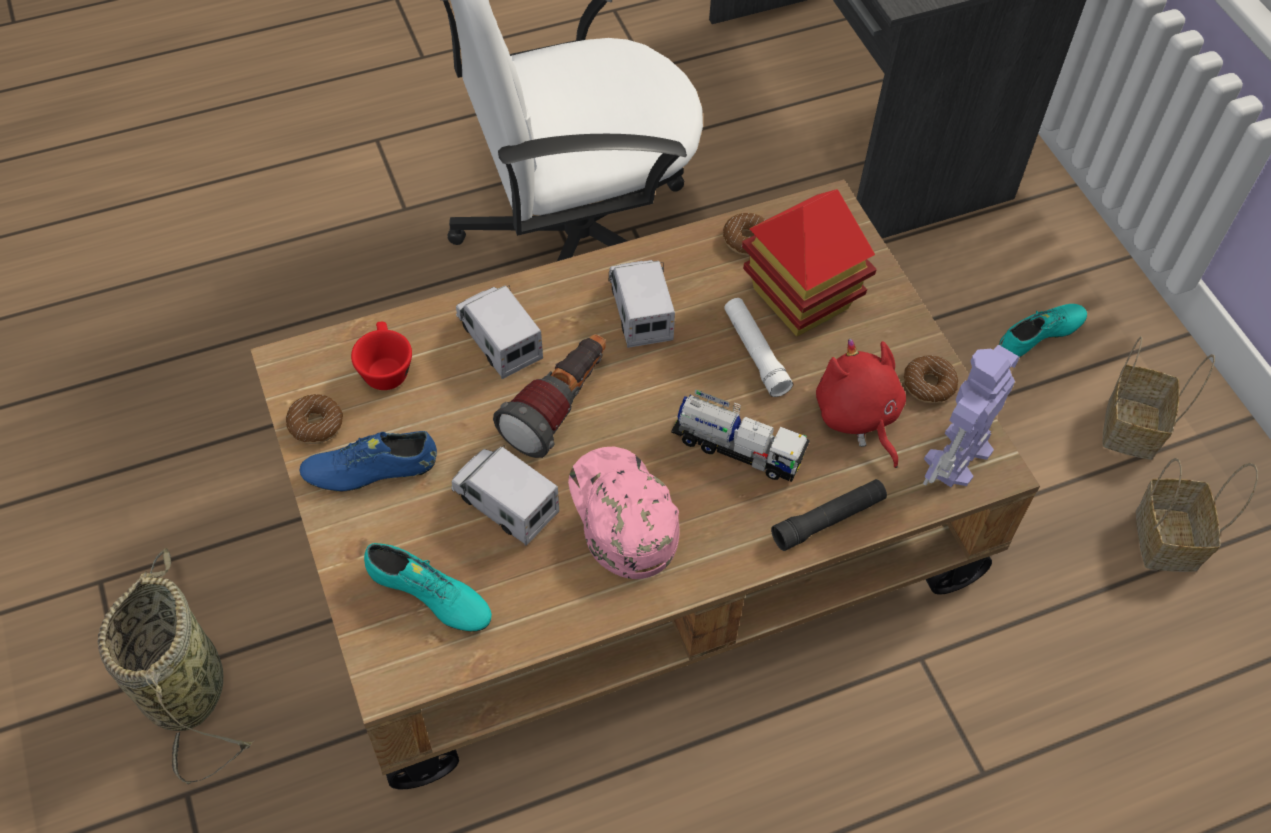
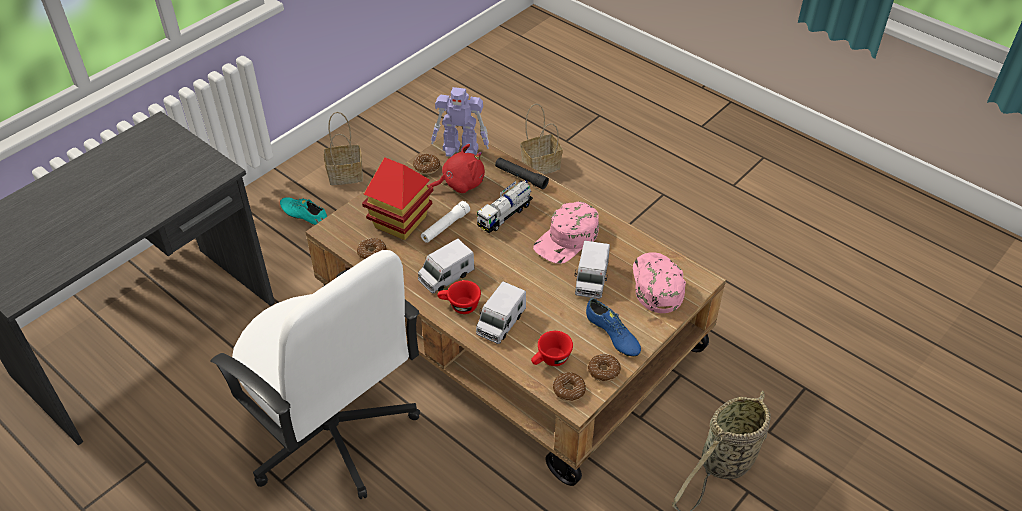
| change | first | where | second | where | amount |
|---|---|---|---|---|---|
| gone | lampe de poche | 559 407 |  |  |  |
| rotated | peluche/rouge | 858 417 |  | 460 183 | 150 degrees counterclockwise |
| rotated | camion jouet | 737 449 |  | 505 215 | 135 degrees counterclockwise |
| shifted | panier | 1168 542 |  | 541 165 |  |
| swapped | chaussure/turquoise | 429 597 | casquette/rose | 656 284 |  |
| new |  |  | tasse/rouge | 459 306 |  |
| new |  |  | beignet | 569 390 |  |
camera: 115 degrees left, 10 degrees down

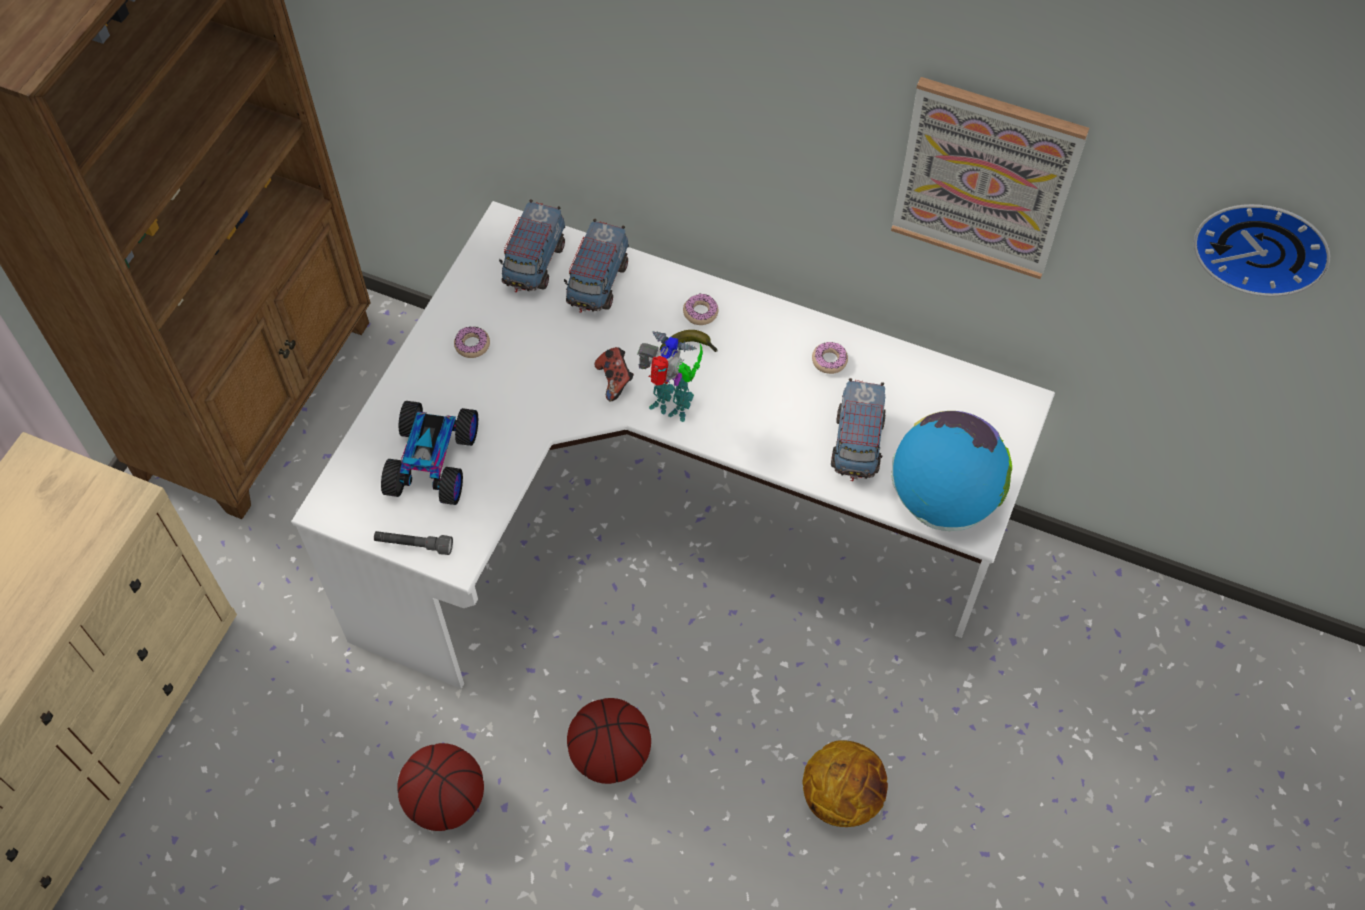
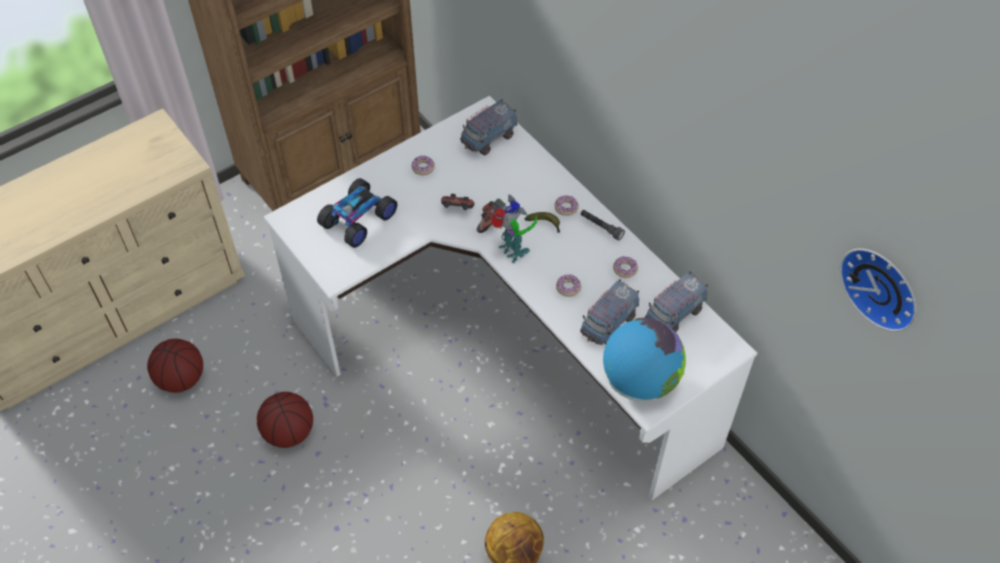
| change | first | where | second | where | amount |
|---|---|---|---|---|---|
| gone | tableau | 985 178 |  |  |  |
| shifted | camion jouet | 597 283 |  | 674 314 |  |
| shifted | lampe de poche/gris | 414 545 |  | 601 227 |  |
| shifted | ballon de basket | 611 755 |  | 181 379 |  |
| new |  |  | manette | 457 209 |  |
| new |  |  | beignet | 568 287 |  |
camera: 30 degrees right, 5 degrees down

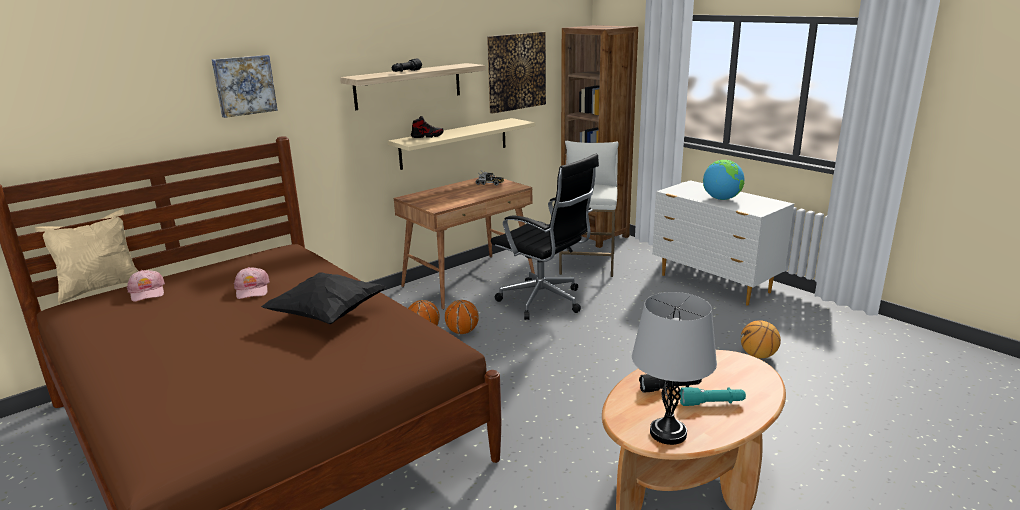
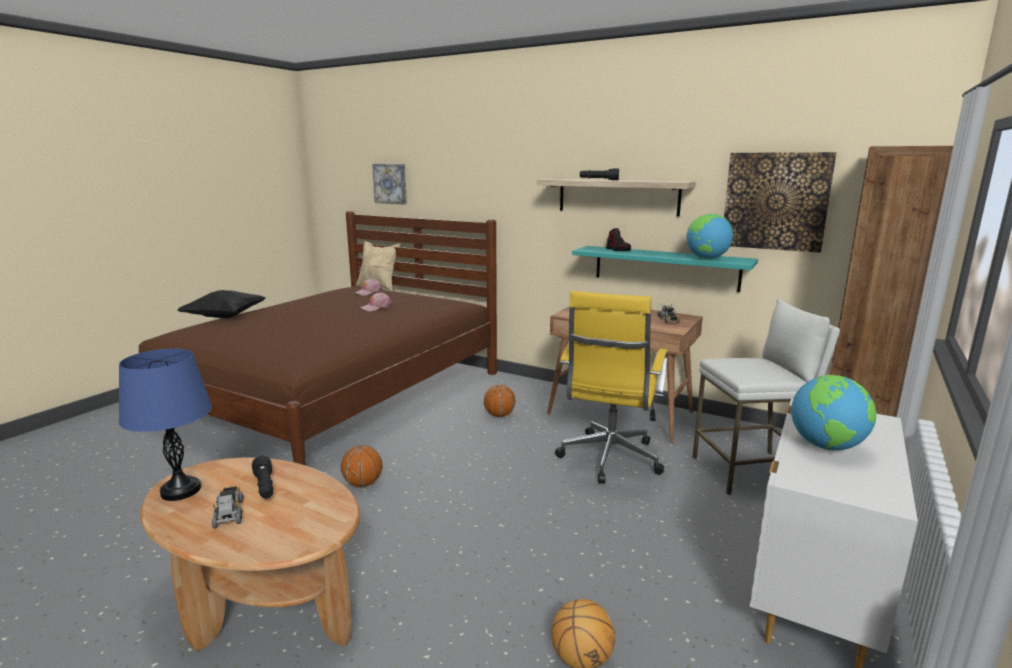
| change | first | where | second | where | amount |
|---|---|---|---|---|---|
| shifted | tableau | 244 85 |  | 391 183 |  |
| repainted | étagère/beige | 454 143 | étagère/turquoise | 665 268 |  |
| repainted | chaise de bureau/noir | 545 302 | chaise de bureau/jaune | 609 460 |  |
| shifted | coussin/noir | 327 315 |  | 225 317 |  |
| repainted | lampe de table/gris | 668 433 | lampe de table/bleu | 180 491 |  |
| shifted | ballon de basket | 462 332 |  | 363 484 |  |
| swapped | lampe de poche/turquoise | 712 403 | camion jouet | 229 512 |  |
| new |  |  | globe | 706 258 |  |
camera: 70 degrees right, 5 degrees down

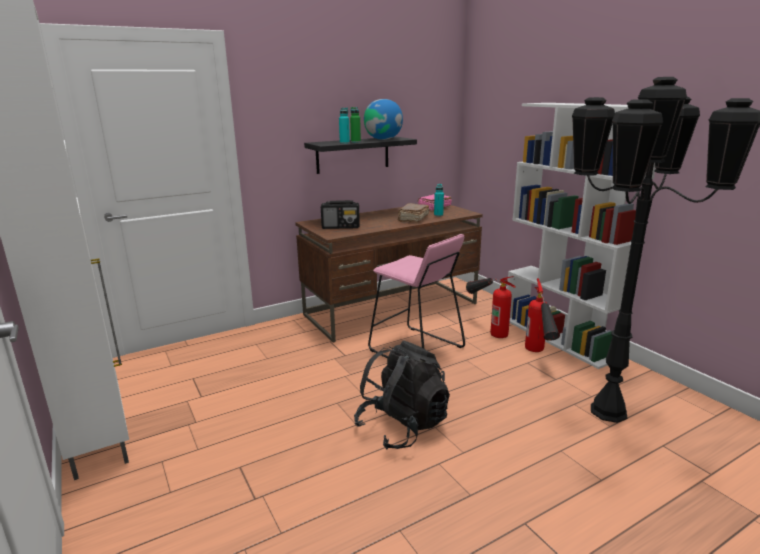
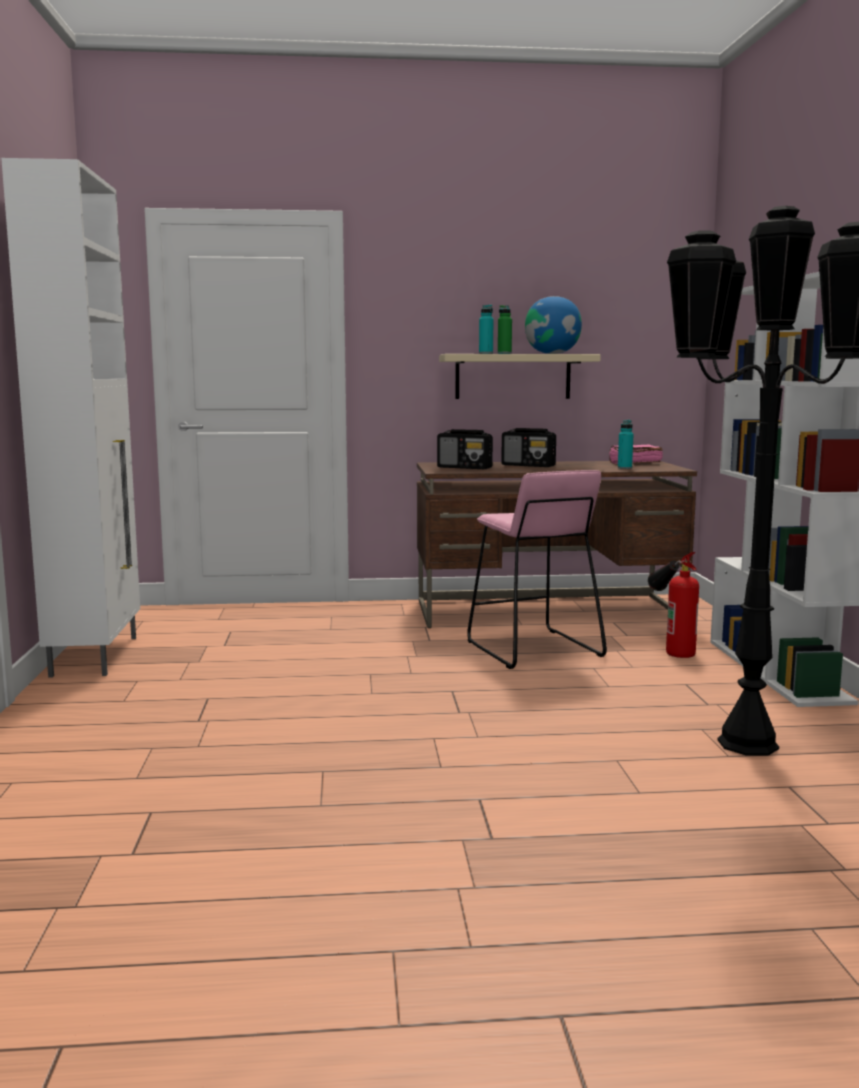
| change | first | where | second | where | amount |
|---|---|---|---|---|---|
| repainted | étagère/noir | 353 154 | étagère/beige | 513 376 |  |
| gone | livre/marron | 413 219 |  |  |  |
| gone | extincteur | 538 356 |  |  |  |
| gone | sac à dos/noir | 402 426 |  |  |  |
| new |  |  | radio | 528 465 |  |
camera: 25 degrees right, 10 degrees down

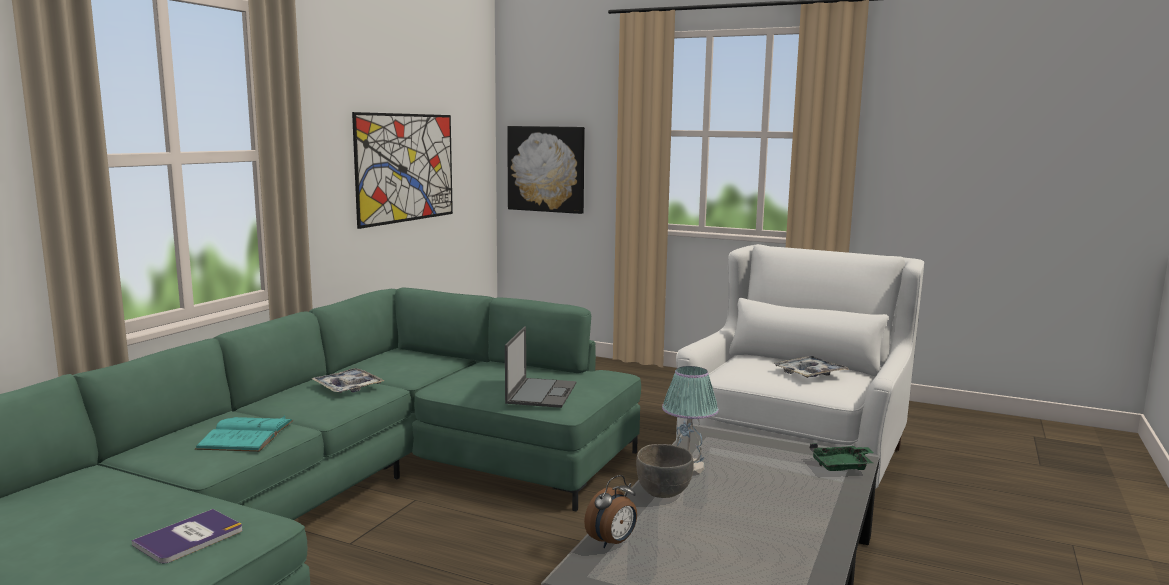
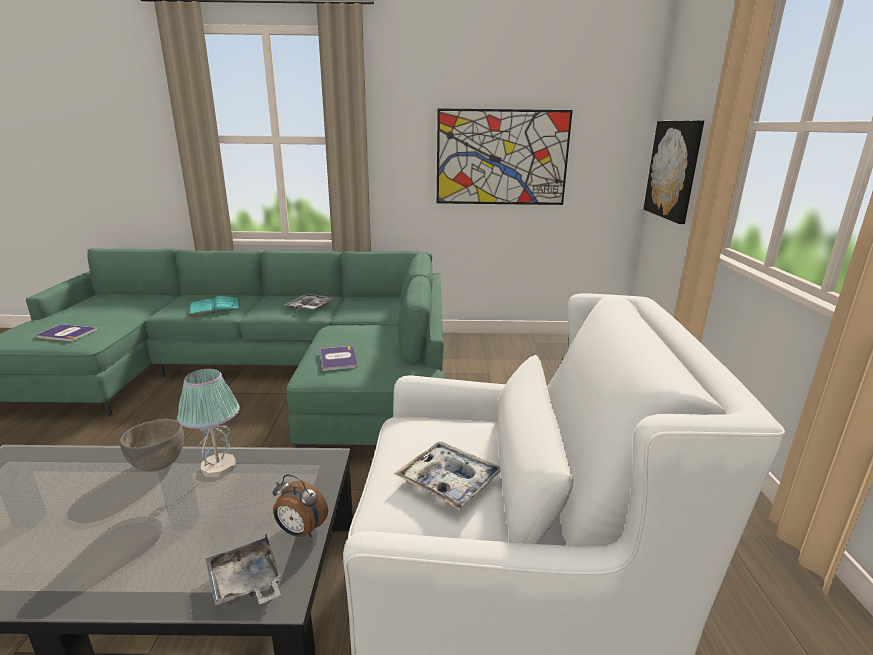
| change | first | where | second | where | amount |
|---|---|---|---|---|---|
| swapped | ordinateur portable | 541 393 | livre | 338 359 |  |
| repainted | plateau/vert | 842 466 | plateau/gris | 246 583 |  |
| shifted | réveil | 612 542 |  | 300 531 |  |
camera: 65 degrees right, 10 degrees up

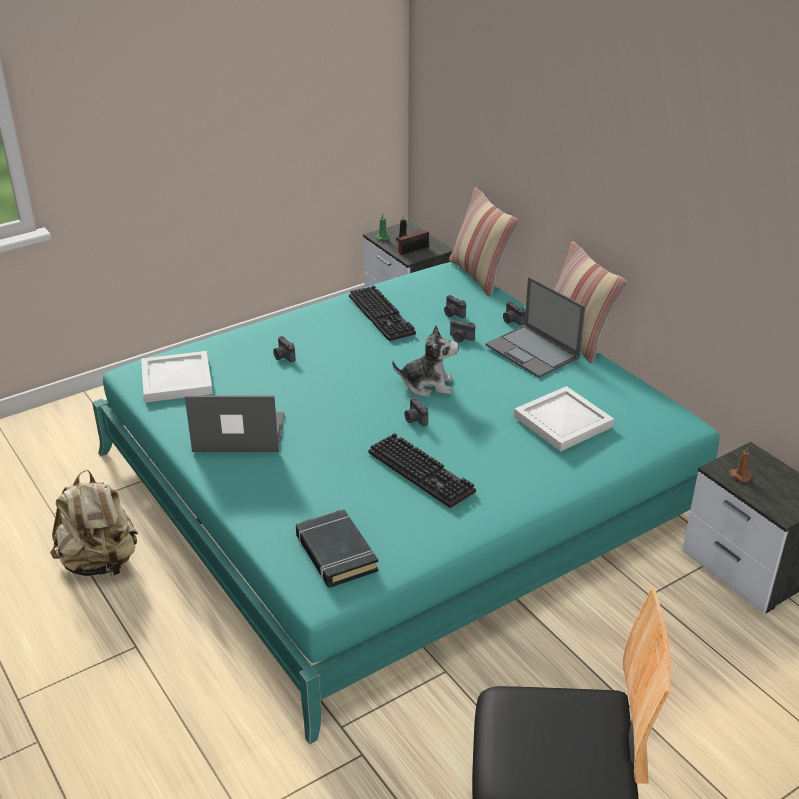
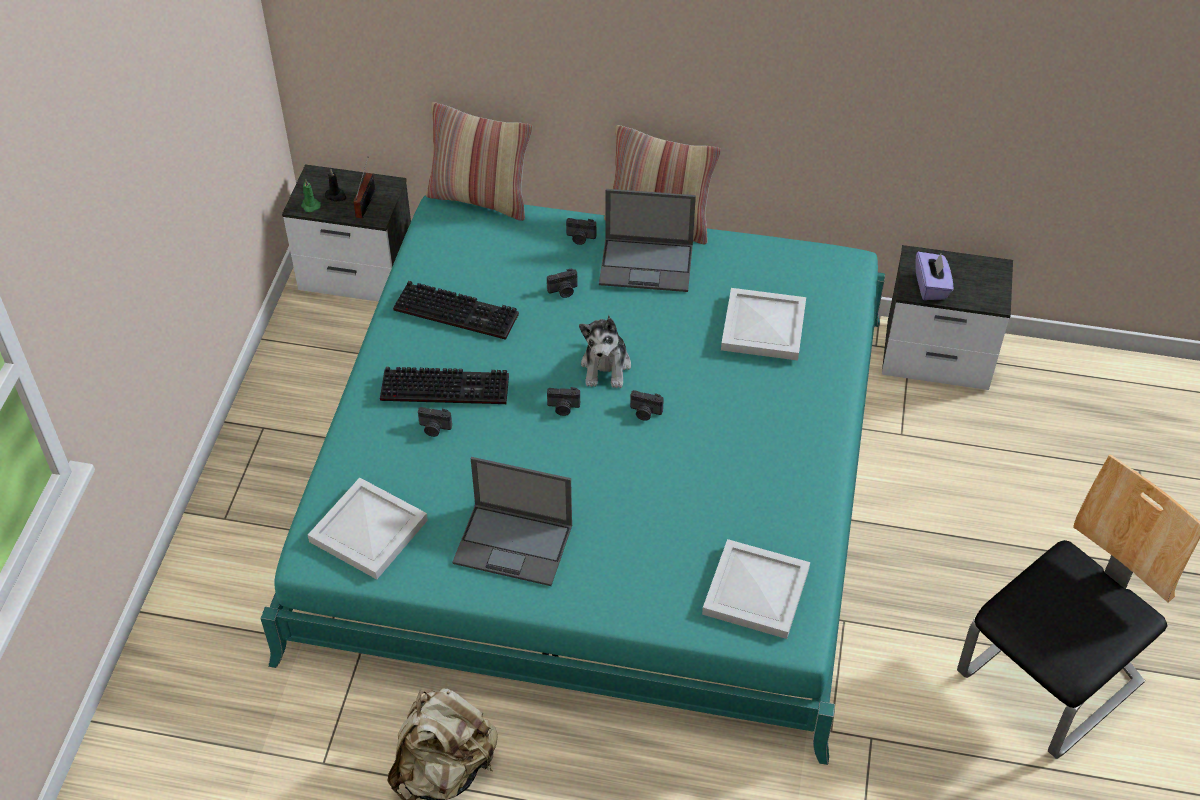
| change | first | where | second | where | amount |
|---|---|---|---|---|---|
| shifted | appareil photo | 453 314 |  | 563 408 |  |
| rotated | peluche | 427 385 |  | 606 366 | 135 degrees clockwise |
| rotated | ordinateur portable | 237 433 |  | 514 544 | 120 degrees counterclockwise |
| shifted | clavier | 424 472 |  | 447 386 |  |
| swapped | bougie/marron | 739 476 | boîte à mouchoirs/violet | 931 286 |  |
| swapped | livre/noir | 335 553 | plateau/blanc | 757 593 |  |
camera: 45 degrees left, 15 degrees up

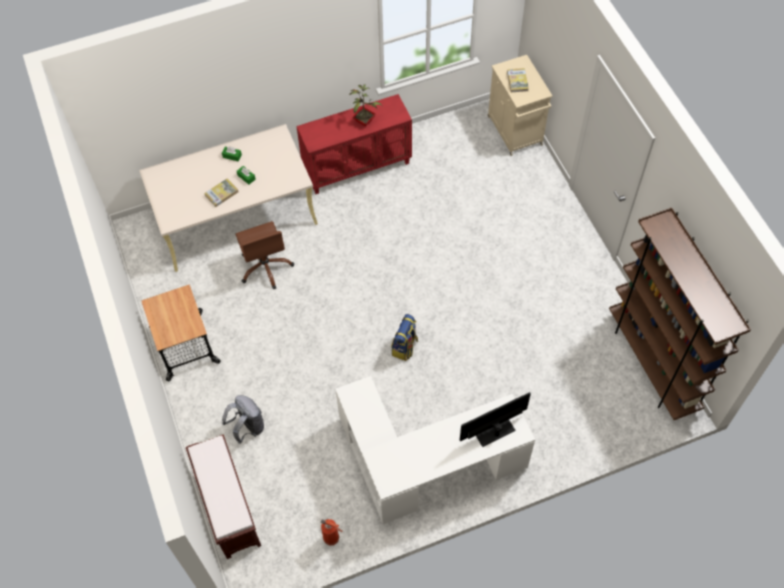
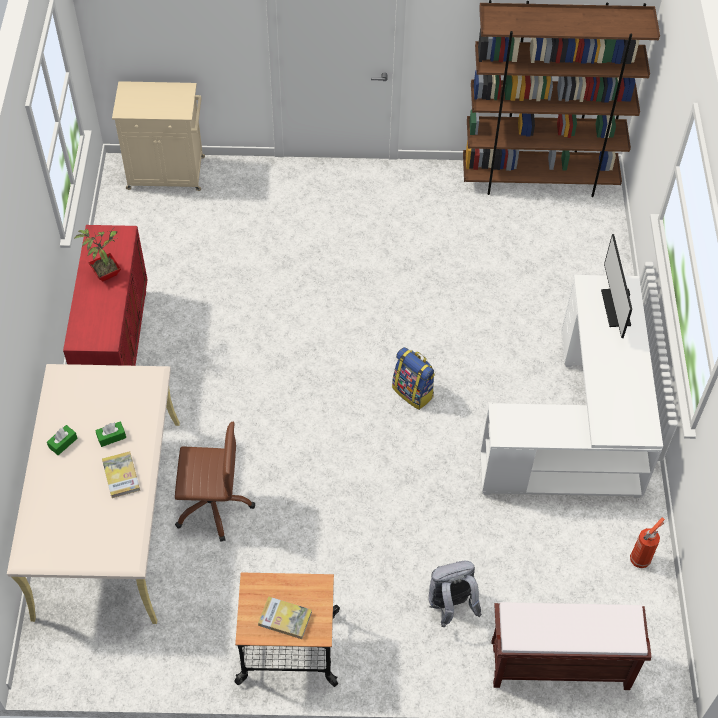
| change | first | where | second | where | amount |
|---|---|---|---|---|---|
| shifted | livre | 517 81 |  | 285 619 |  |
camera: 70 degrees left, 5 degrees down

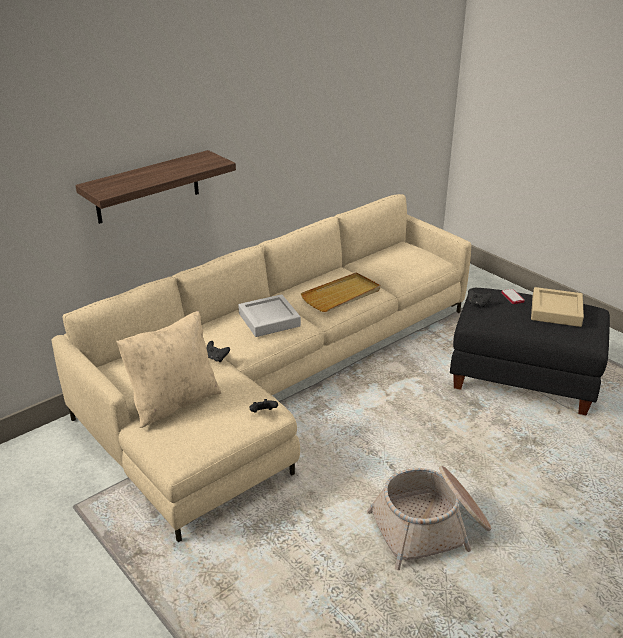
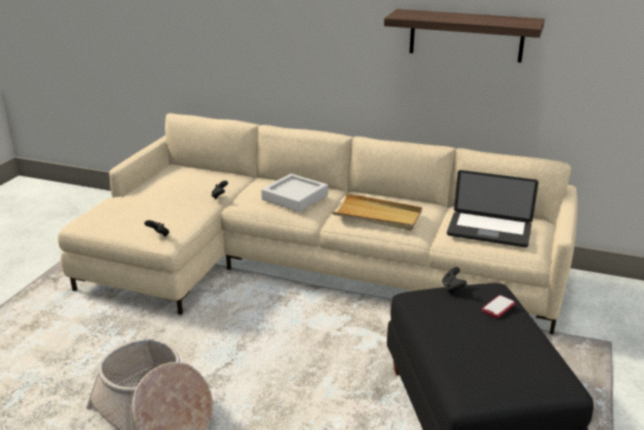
| change | first | where | second | where | amount |
|---|---|---|---|---|---|
| shifted | étagère | 147 187 |  | 466 35 |  |
| gone | plateau/beige | 556 311 |  |  |  |
| gone | coussin/beige | 174 402 |  |  |  |
| new |  |  | ordinateur portable | 489 231 |  |
camera: 60 degrees right, 5 degrees down

